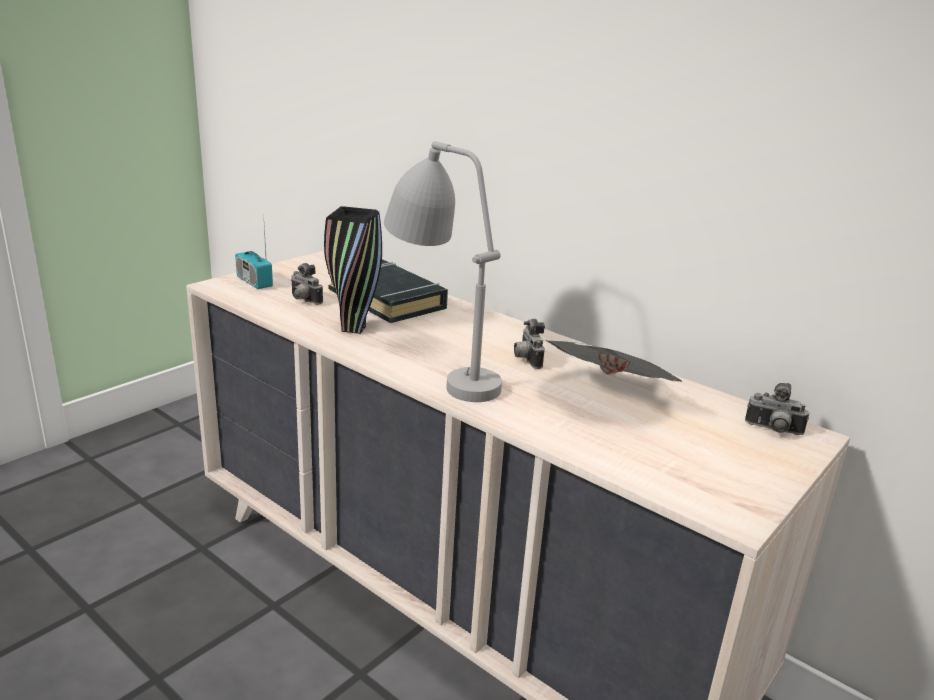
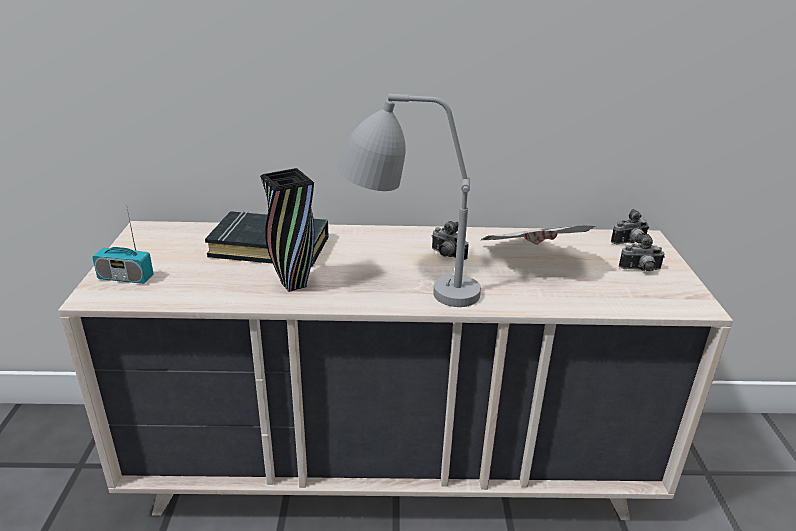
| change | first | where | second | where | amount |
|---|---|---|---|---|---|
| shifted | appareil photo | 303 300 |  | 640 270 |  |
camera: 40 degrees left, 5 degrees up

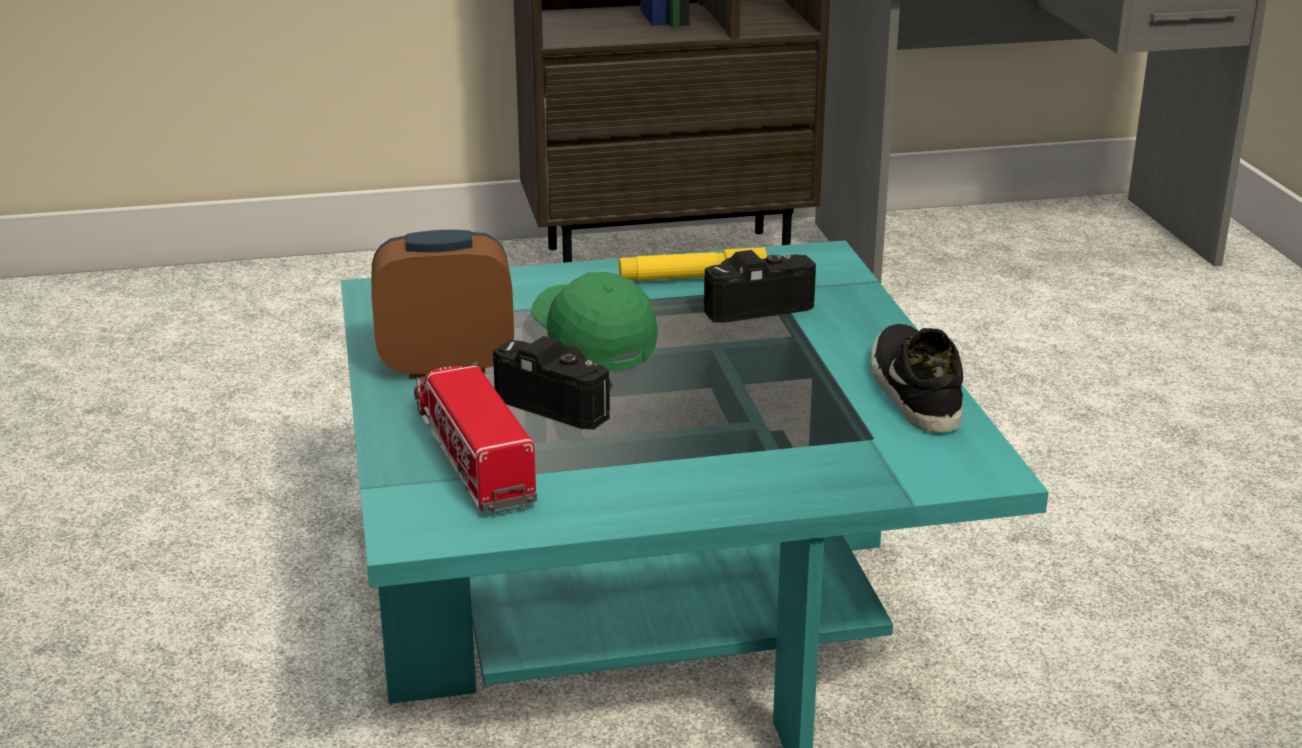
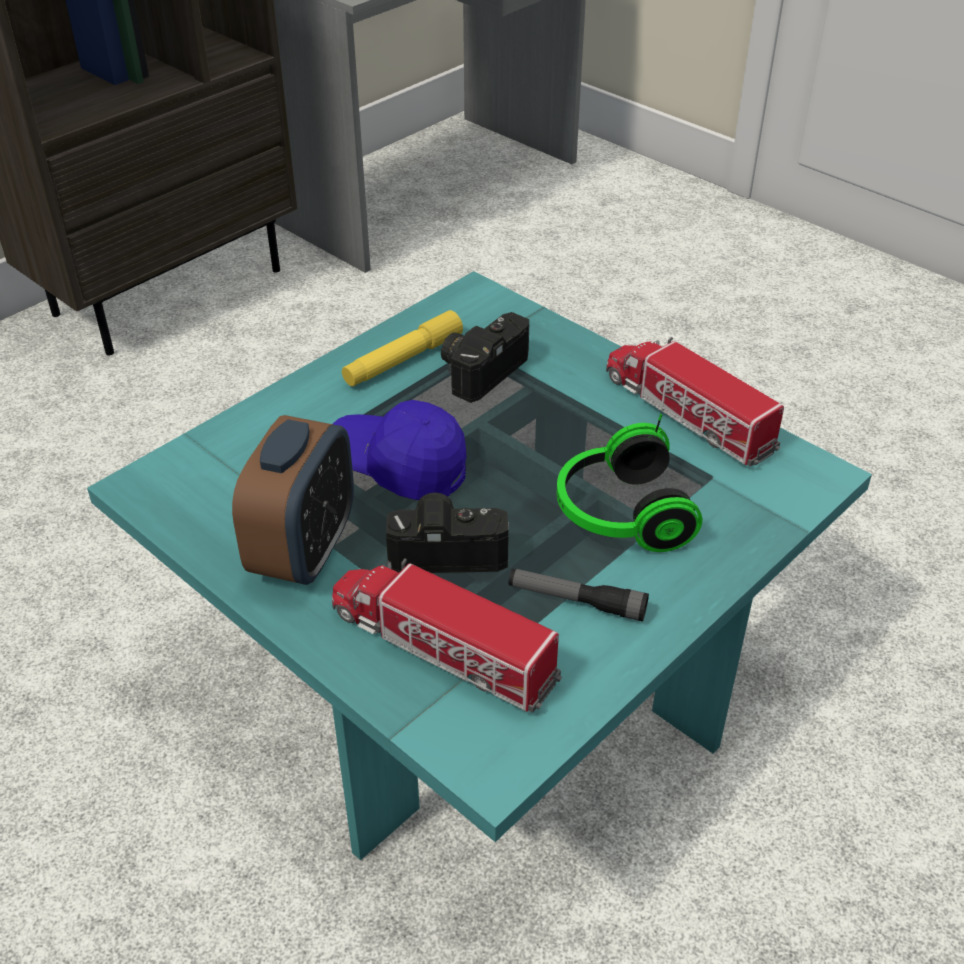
| change | first | where | second | where | amount |
|---|---|---|---|---|---|
| rotated | réveil | 446 365 |  | 304 551 | 150 degrees clockwise |
| repainted | casquette/vert | 592 341 | casquette/bleu | 399 466 |  |
| swapped | chaussure/noir | 912 390 | camion jouet | 687 413 |  |
| new |  |  | casque audio | 619 514 |  |
| new |  |  | lampe de poche | 576 601 |  |
camera: 35 degrees left, 15 degrees up

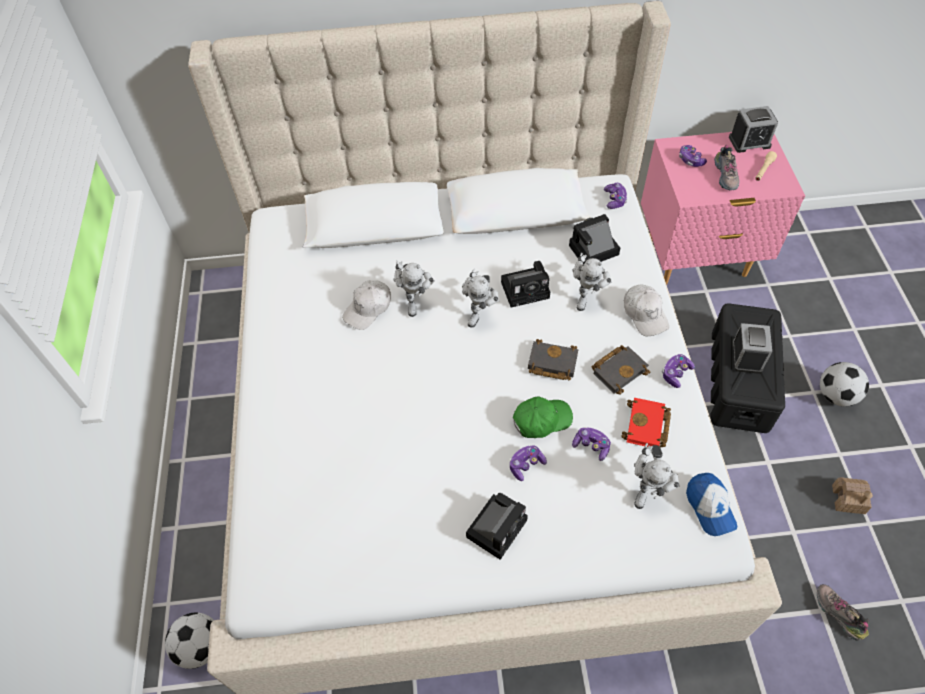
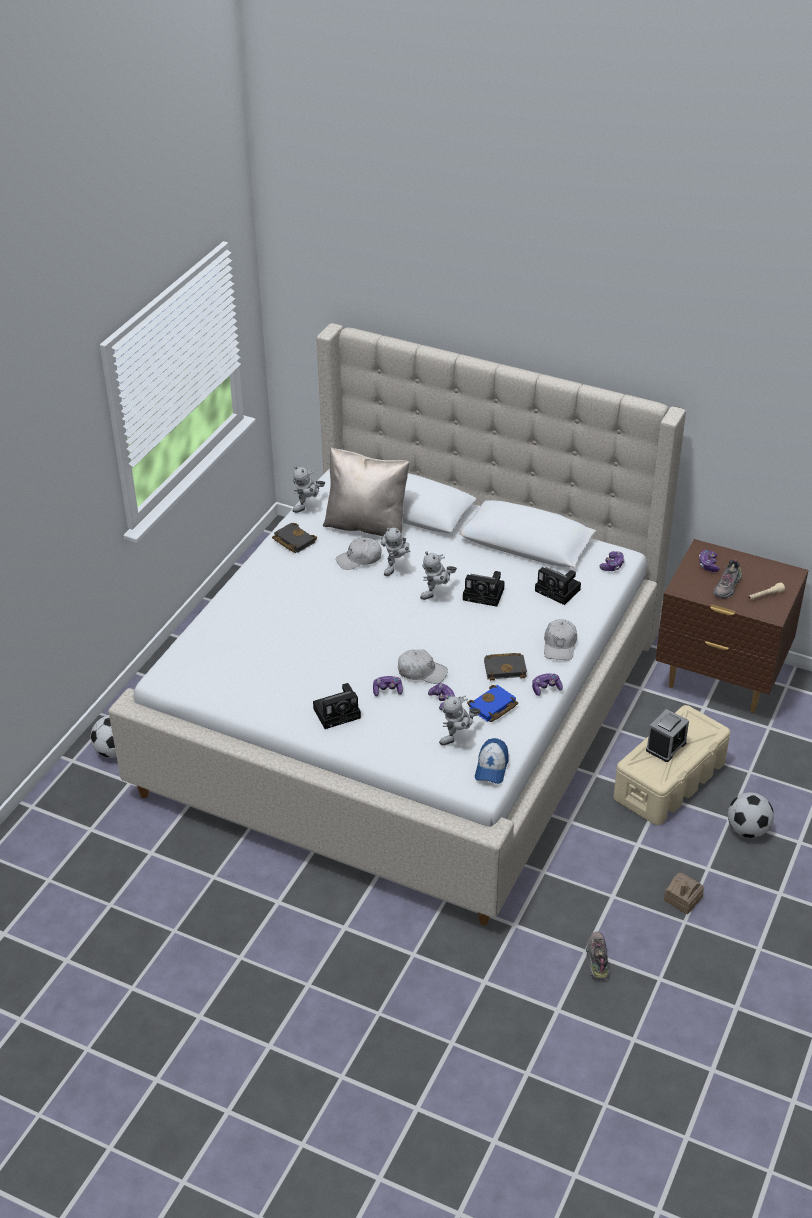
| change | first | where | second | where | amount |
|---|---|---|---|---|---|
| gone | réveil | 749 142 |  |  |  |
| repainted | table de chevet/rose | 697 258 | table de chevet/marron | 720 680 |  |
| rotated | appareil photo | 592 251 |  | 559 591 | 150 degrees counterclockwise |
| shifted | robot jouet | 587 296 |  | 309 507 |  |
| repainted | boîte de rangement/noir | 739 379 | boîte de rangement/beige | 670 780 |  |
| shifted | livre/noir | 551 363 |  | 292 541 |  |
| repainted | casquette/vert | 541 420 | casquette/blanc | 421 672 |  |
| repainted | livre/rouge | 647 427 | livre/bleu | 493 708 |  |
| new |  |  | coussin/beige | 367 525 |  |
camera: 30 degrees right, 15 degrees down

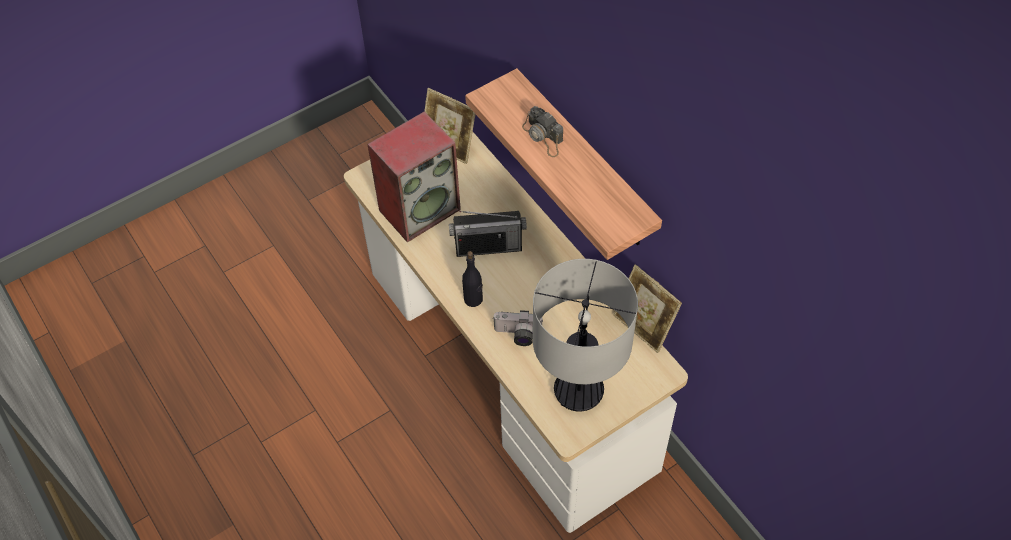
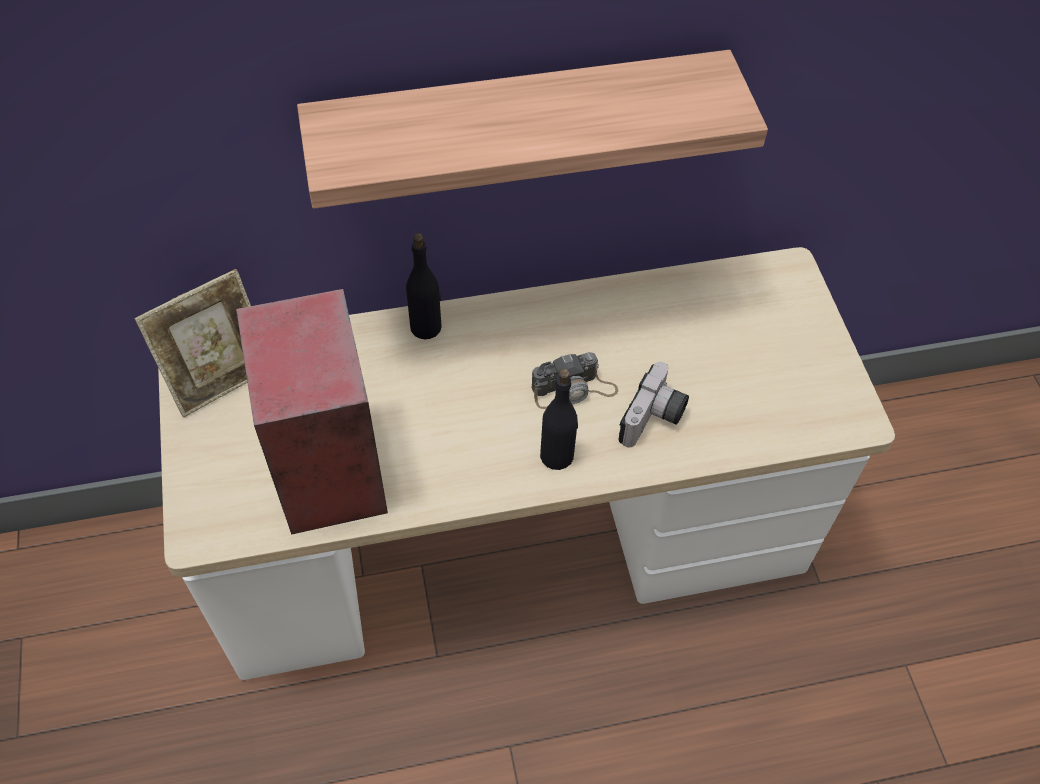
| change | first | where | second | where | amount |
|---|---|---|---|---|---|
| shifted | appareil photo | 543 137 |  | 574 389 |  |
| gone | radio | 488 247 |  |  |  |
| gone | lampe de table | 578 392 |  |  |  |
| gone | cadre photo | 643 327 |  |  |  |
| new |  |  | bouteille/noir | 426 327 |  |
camera: 70 degrees left, 0 degrees up

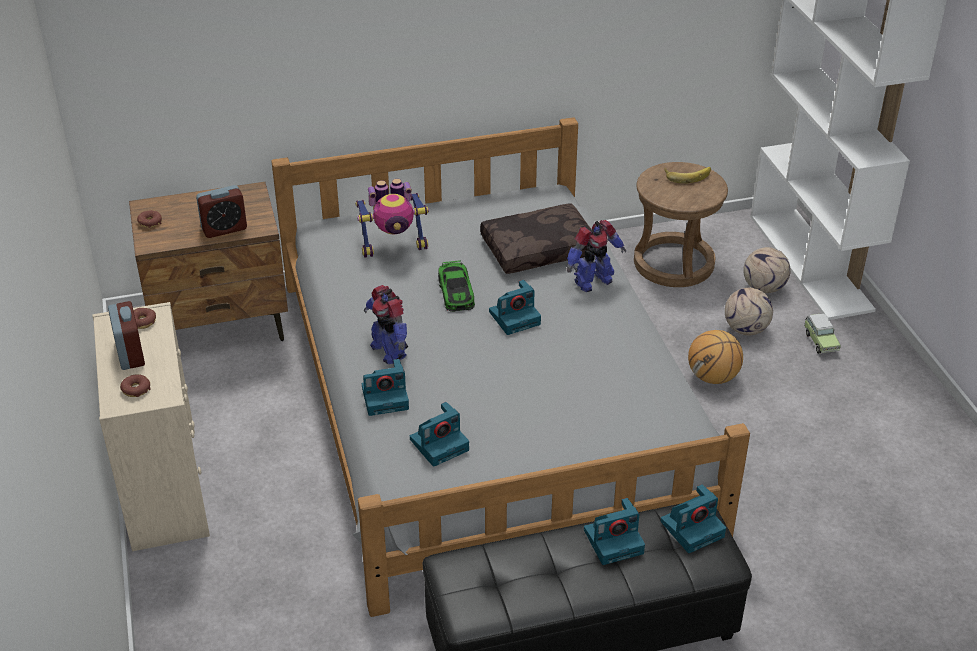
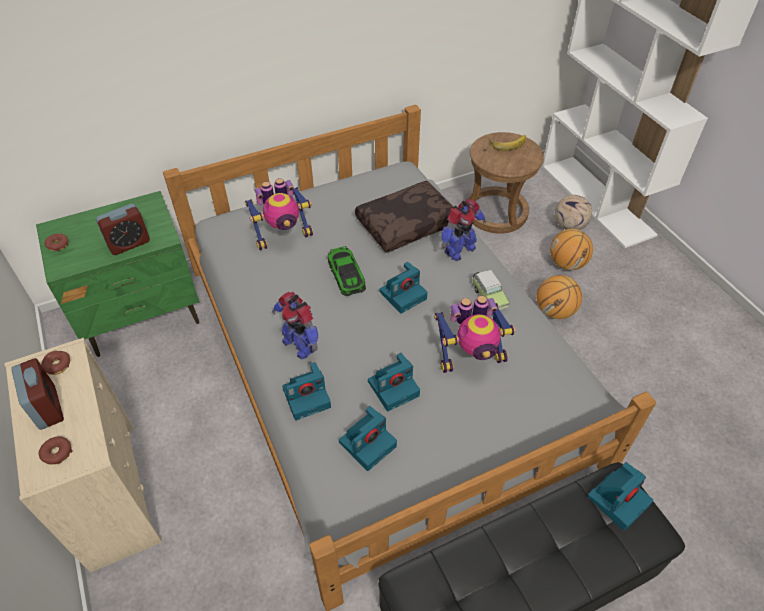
| change | first | where | second | where | amount |
|---|---|---|---|---|---|
| repainted | table de chevet/marron | 221 325 | table de chevet/vert | 143 315 |  |
| swapped | ballon de foot | 746 329 | ballon de basket | 567 264 |  |
| shifted | petite voiture | 820 341 |  | 488 297 |  |
| shifted | appareil photo | 614 541 |  | 394 387 |  |
| new |  |  | robot jouet | 471 357 |  |
camera: 10 degrees left, 10 degrees up

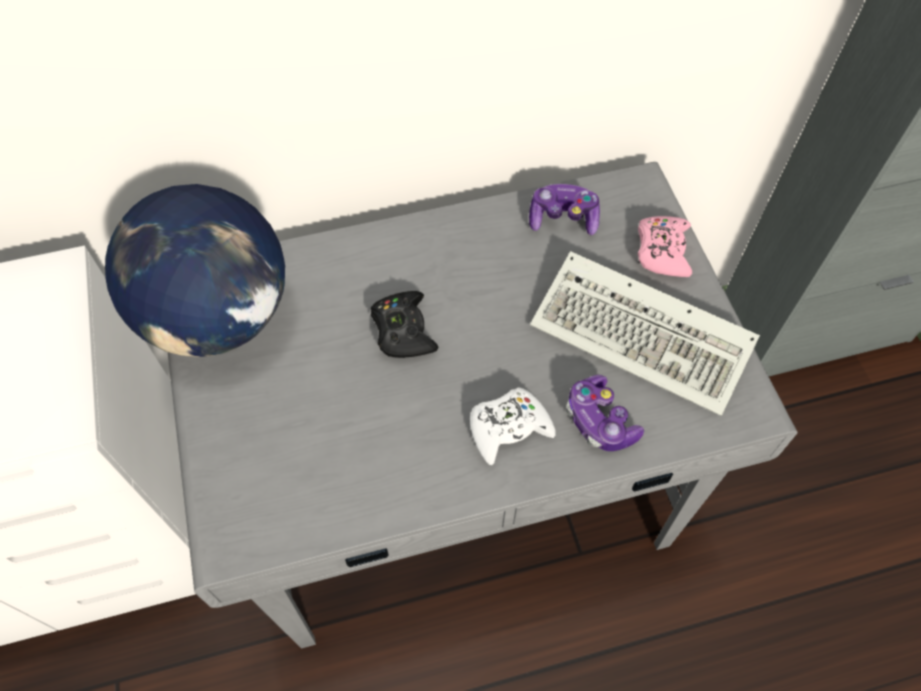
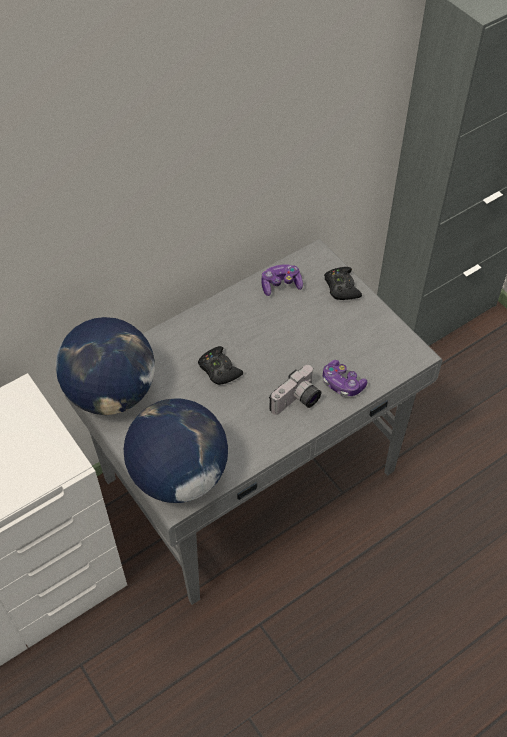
| change | first | where | second | where | amount |
|---|---|---|---|---|---|
| repainted | manette/rose | 662 251 | manette/noir | 341 287 |  |
| gone | clavier | 646 336 |  |  |  |
| swapped | manette/blanc | 509 428 | appareil photo | 297 402 |  |
| new |  |  | globe | 178 475 |  |
camera: 20 degrees left, 5 degrees down

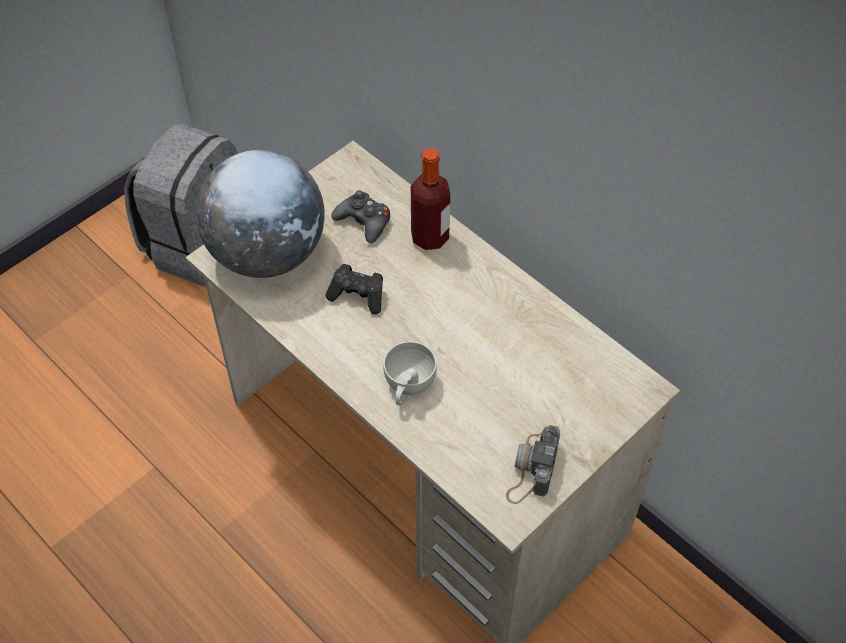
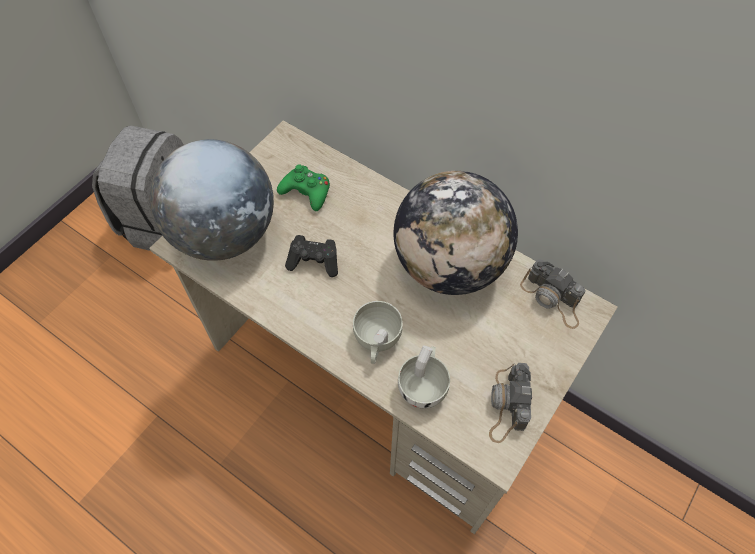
| change | first | where | second | where | amount |
|---|---|---|---|---|---|
| gone | bouteille | 430 237 |  |  |  |
| repainted | manette/noir | 364 221 | manette/vert | 306 191 |  |
| new |  |  | globe | 449 265 |  |
| new |  |  | appareil photo | 552 299 |  |
| new |  |  | tasse/blanc | 424 384 |  |
camera: 10 degrees left, 5 degrees up

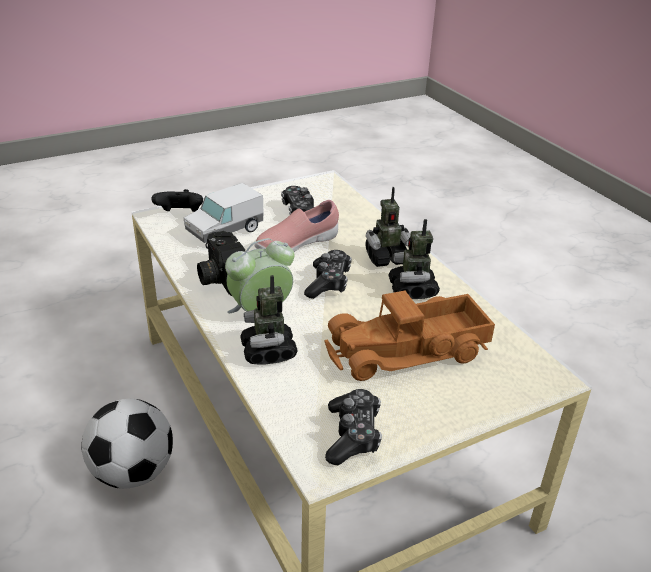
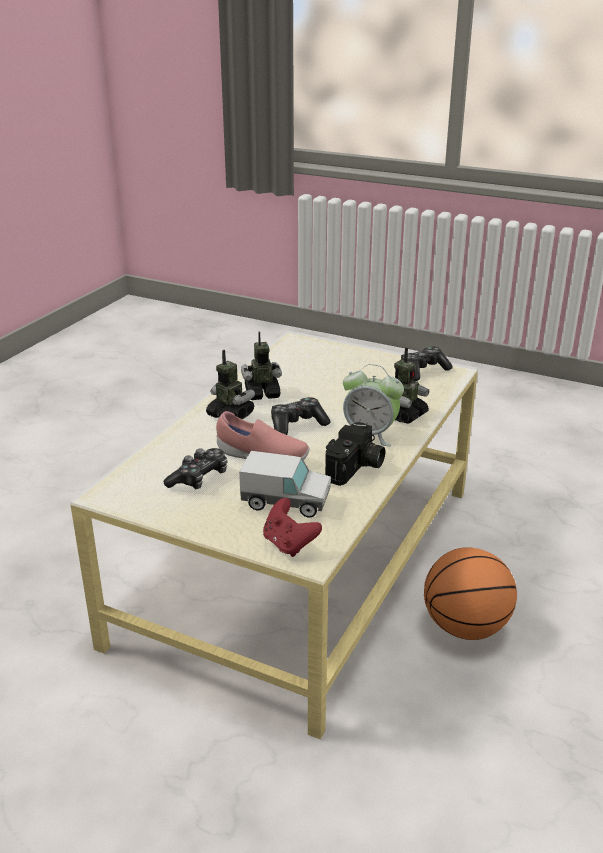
| change | first | where | second | where | amount |
|---|---|---|---|---|---|
| repainted | manette/noir | 180 214 | manette/rouge | 289 544 |  |
| rotated | robot jouet | 412 290 |  | 262 394 | 150 degrees counterclockwise |
| gone | camion jouet | 409 352 |  |  |  |
| swapped | ballon de foot | 133 472 | ballon de basket | 465 627 |  |
camera: 125 degrees left, 5 degrees down

